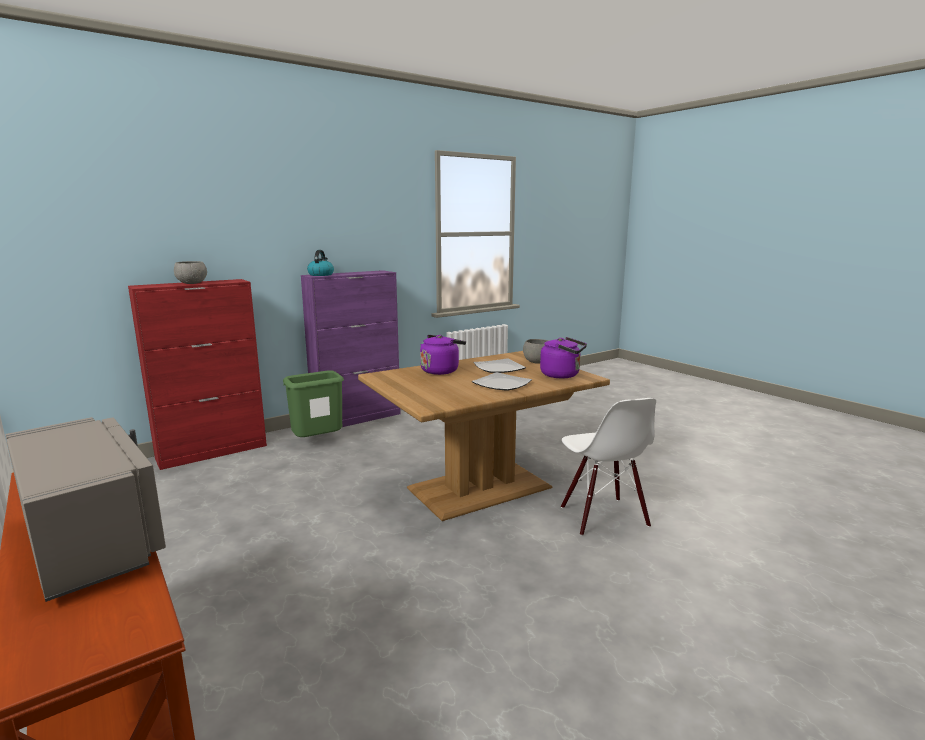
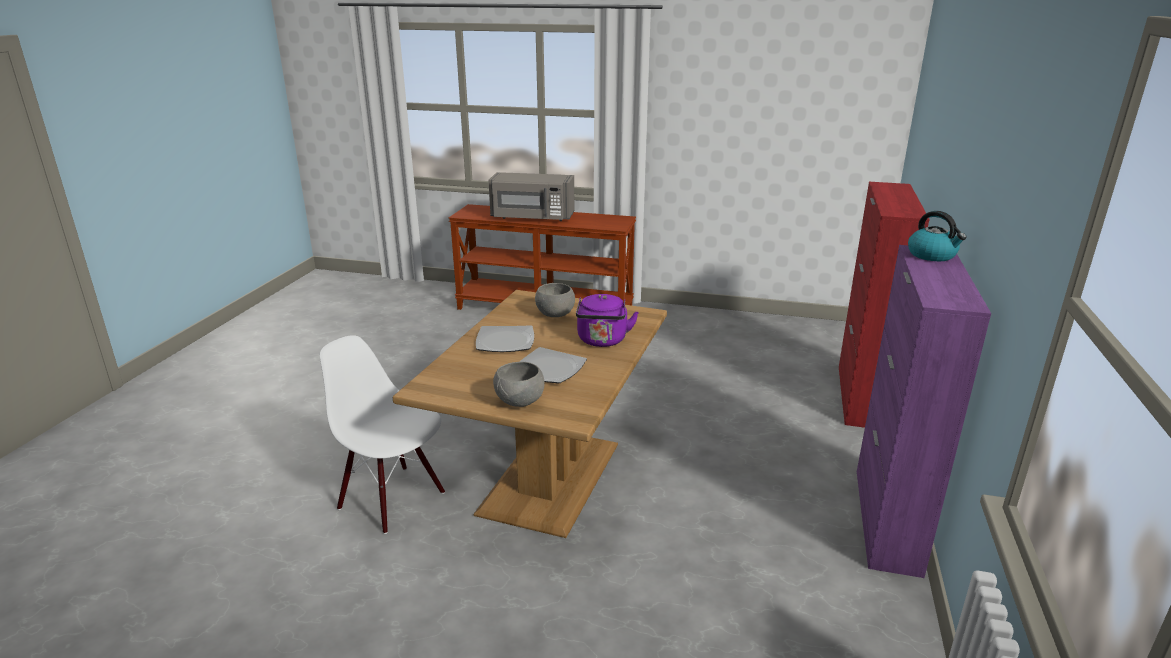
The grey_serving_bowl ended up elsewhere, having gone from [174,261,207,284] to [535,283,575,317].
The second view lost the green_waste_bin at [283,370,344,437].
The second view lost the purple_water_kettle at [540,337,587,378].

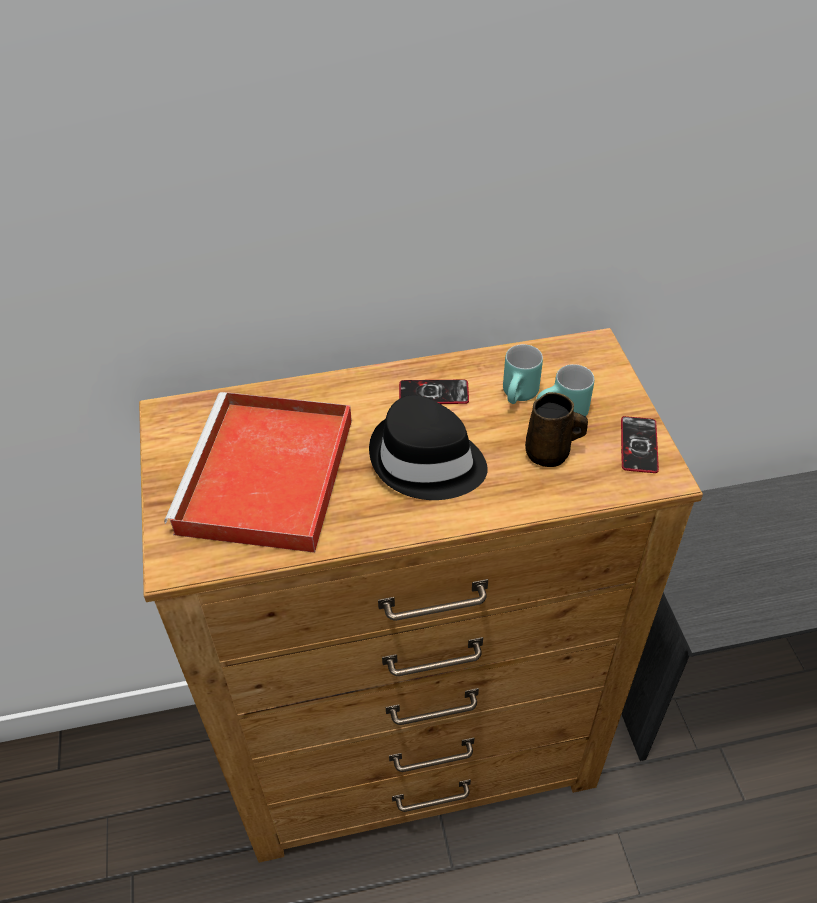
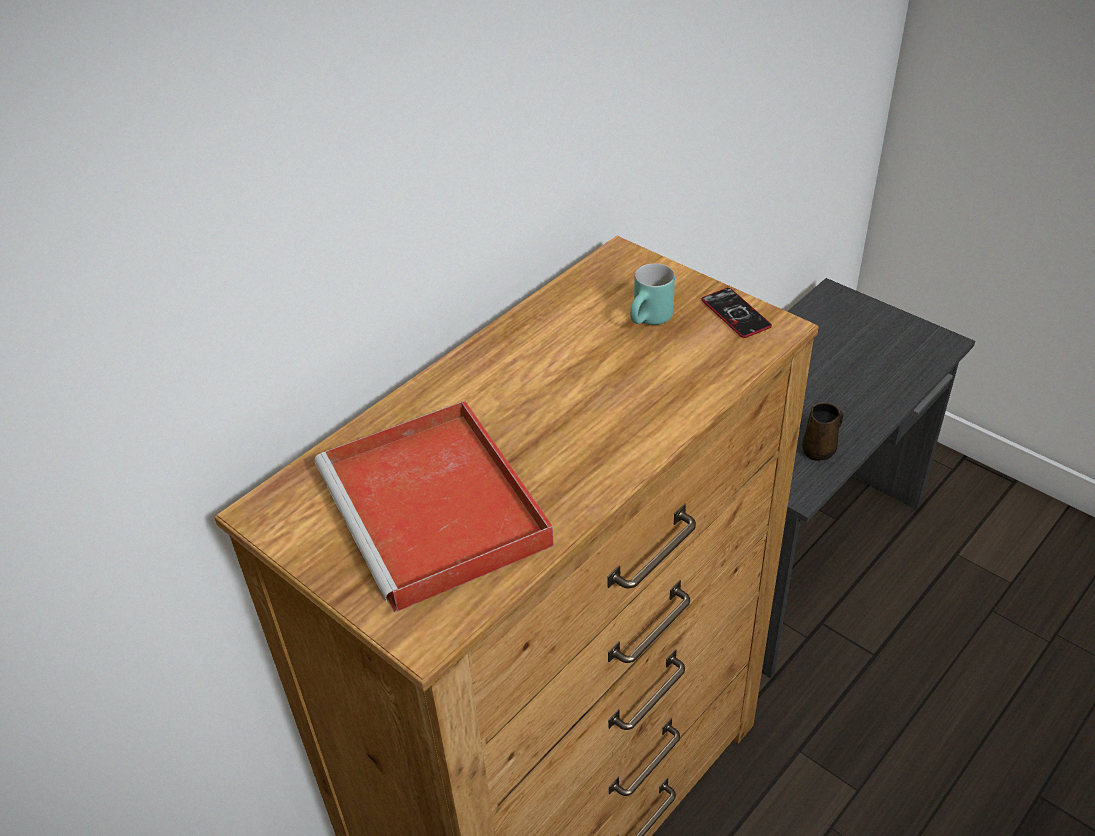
The brown_mug ended up elsewhere, having gone from [525,392,588,467] to [802,402,843,461].
The second view lost the black_clothing_hat at [369,395,488,500].
The second view lost the phone at [399,380,469,404].
The second view lost the turquoise-coloured_mug at [503,344,543,404].

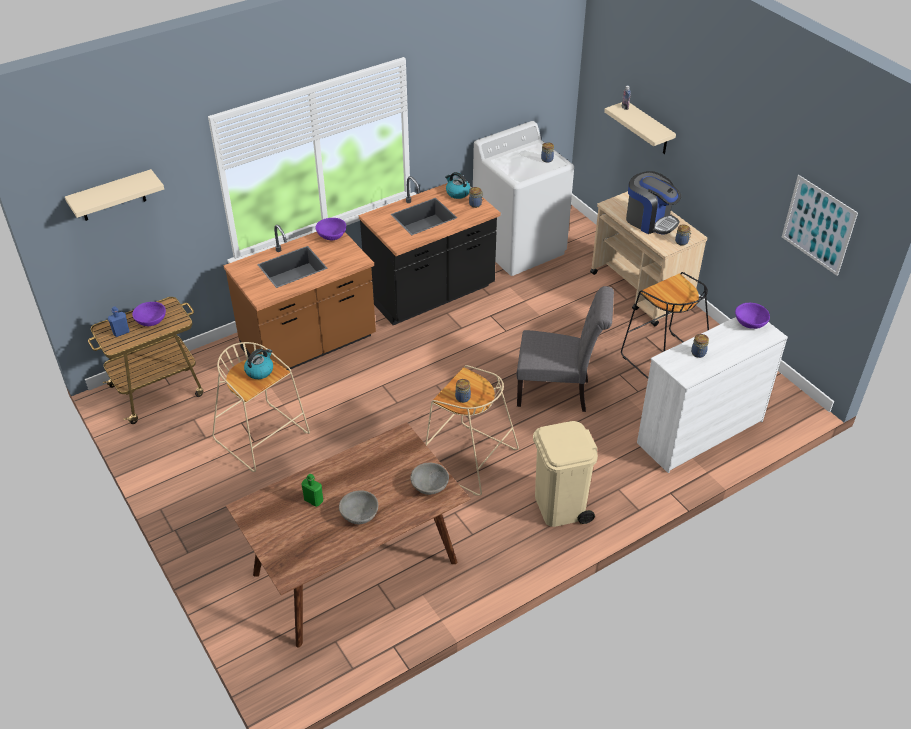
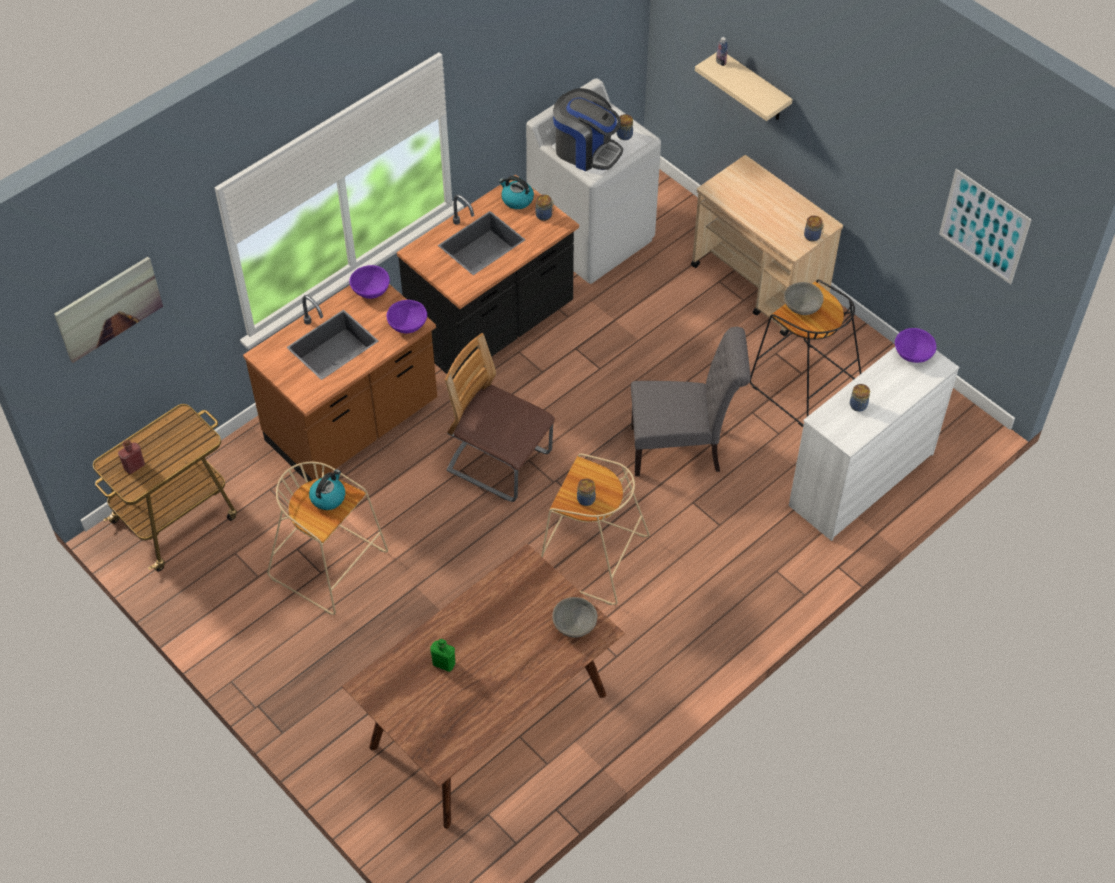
Where the beige_wall_shelf hung at [65,169,164,221], the picture came to hang at [54,257,163,363].
What was the blue_drink_bottle at [108,306,130,337] turned into the red-coloured_drink_bottle at [118,440,145,474].
The purple_serving_bowl ended up elsewhere, having gone from [132,302,166,326] to [387,300,427,333].
The second view gained the chair at [445,333,555,502].
The coffee_maker ended up elsewhere, having gone from [626,171,681,235] to [553,88,623,171].
The grey_serving_bowl ended up elsewhere, having gone from [339,490,378,524] to [784,282,824,315].
The second view lost the beige_waste_bin at [533,421,598,527].

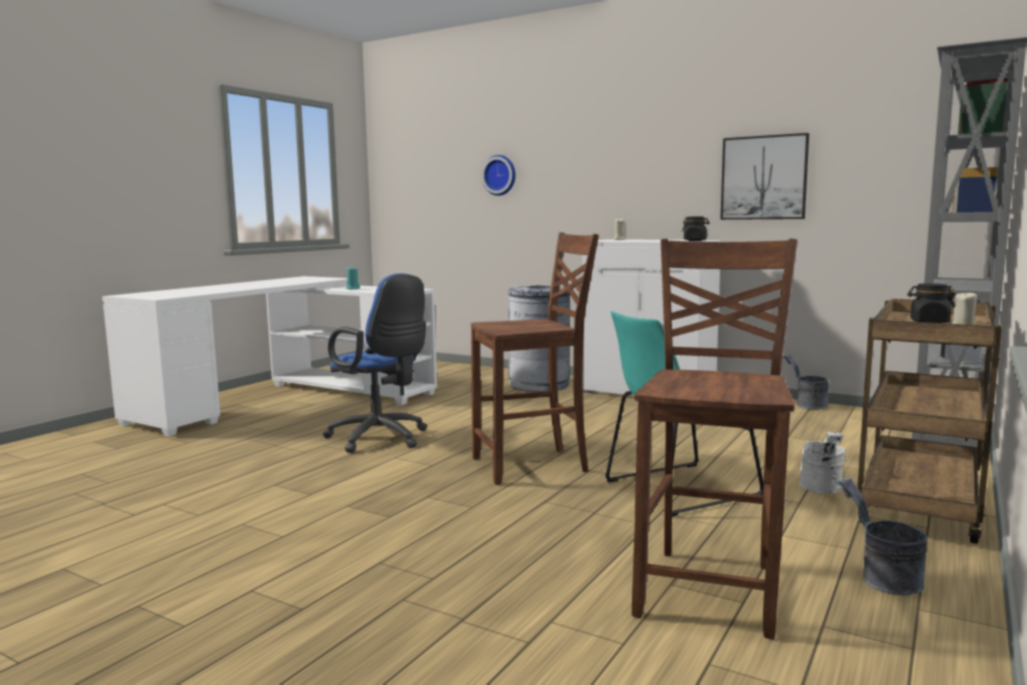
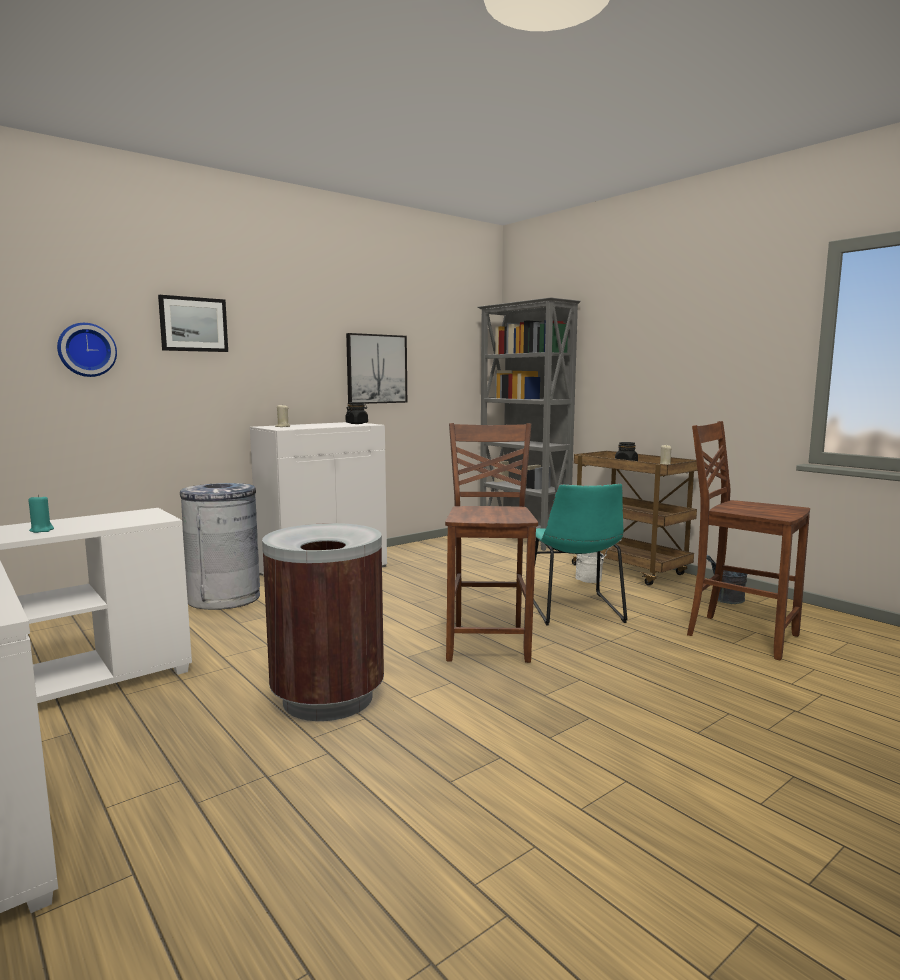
The second view gained the picture at [158,295,228,352].
Where the blue_desk_chair stood at [323,273,427,453], the brown_waste_bin came to stand at [262,523,384,721].
The second view lost the grey_water_bucket at [783,355,829,410].

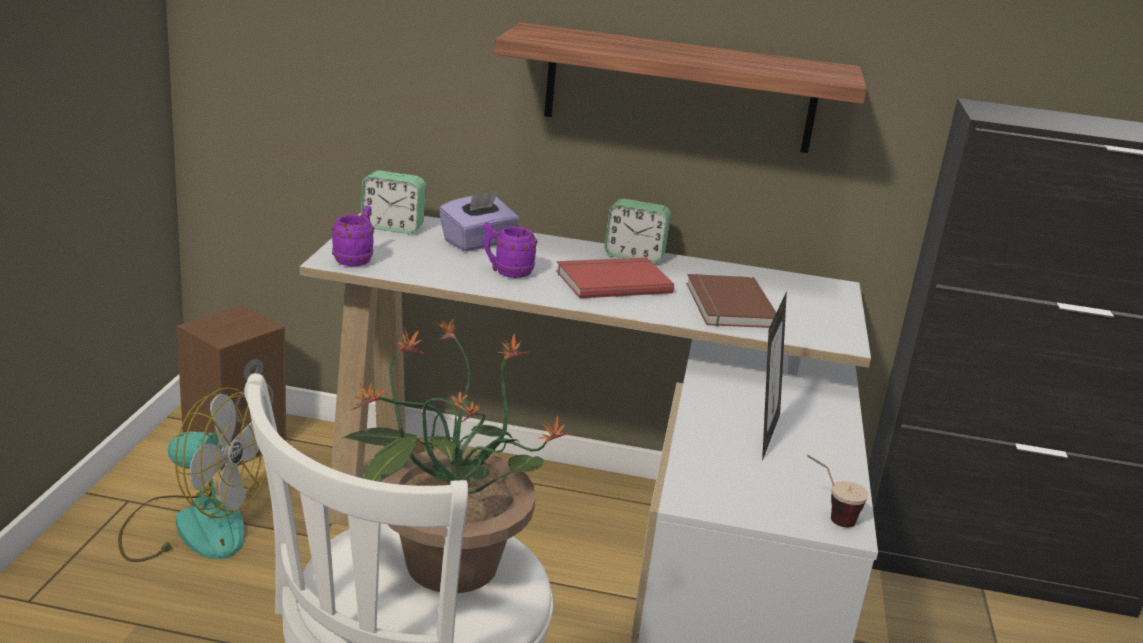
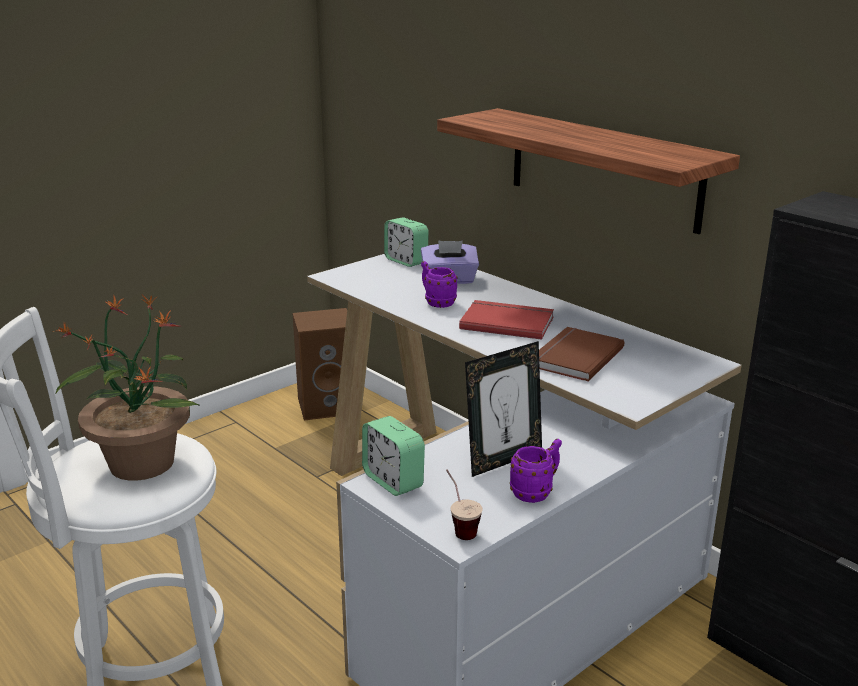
The table_clock ended up elsewhere, having gone from [604,199,671,263] to [362,416,425,496].
The purple_mug ended up elsewhere, having gone from [332,206,375,266] to [510,439,562,503].
The second view lost the fan at [118,387,266,562].

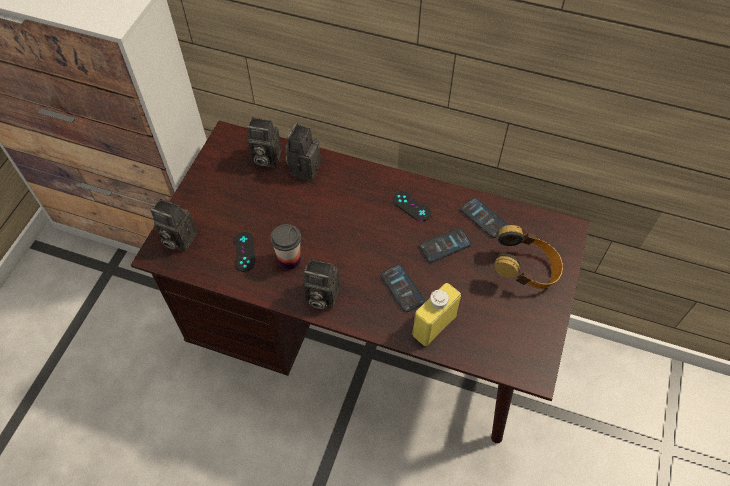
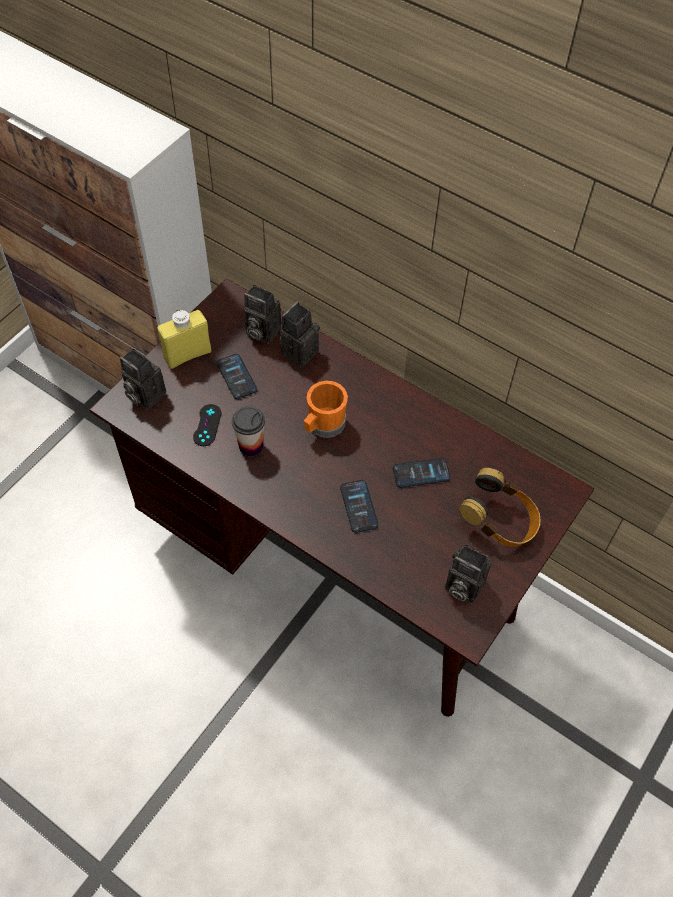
The yellowish_drink_bottle ended up elsewhere, having gone from [413,283,461,346] to [158,310,211,369].
The phone ended up elsewhere, having gone from [460,197,508,238] to [217,354,257,399].
The second view gained the orange-coloured_mug at [304,381,348,438].
The still_camera ended up elsewhere, having gone from [303,259,340,310] to [445,544,492,604].
The second view lost the black_joypad at [393,191,431,221].

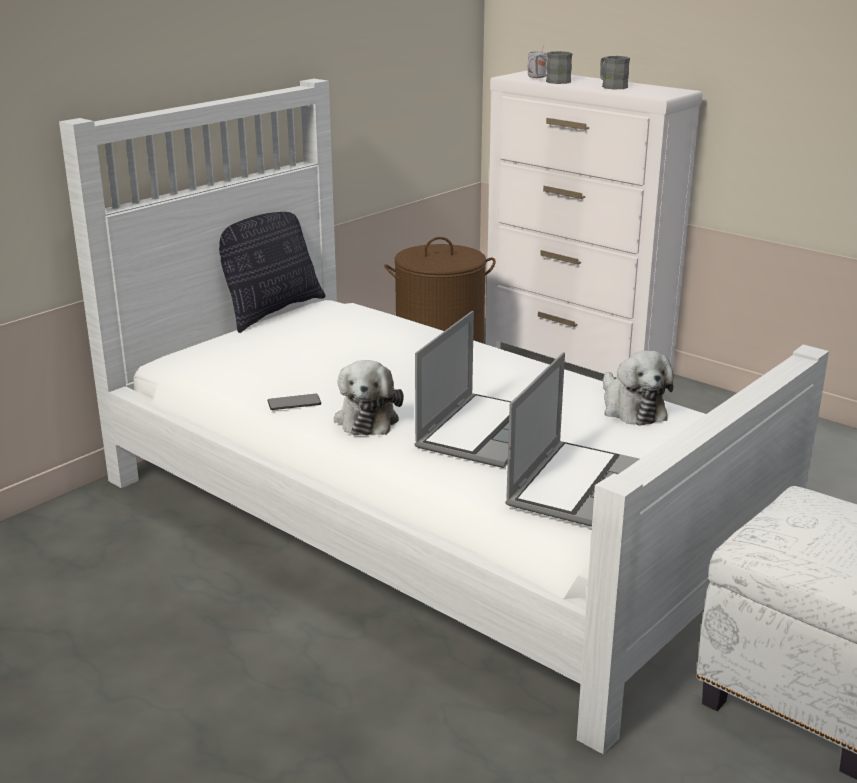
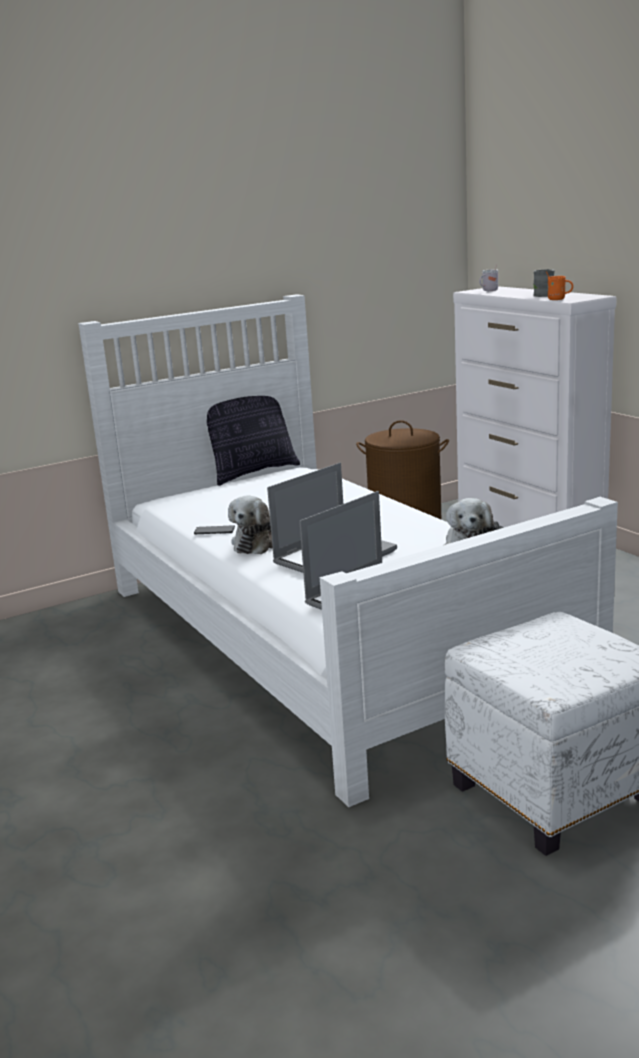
The second view gained the orange-coloured_mug at [546,271,573,300].
The second view lost the grey_mug at [535,51,573,84].

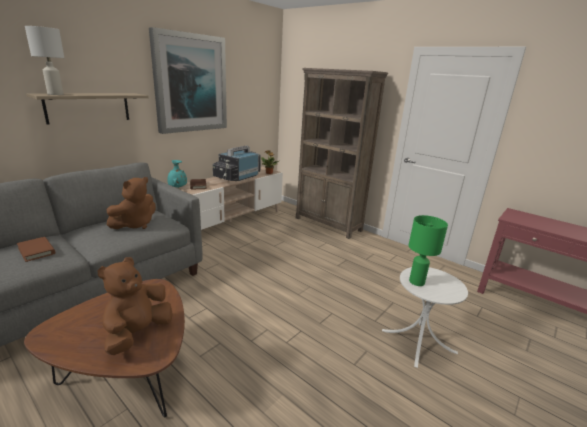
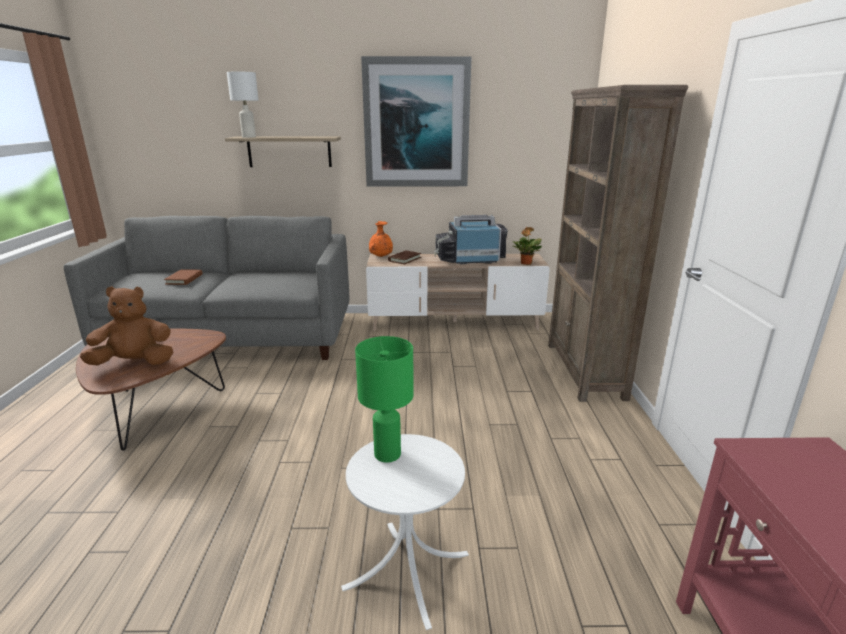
What was the turquoise-coloured_decorative_vase at [167,160,187,188] turned into the orange-coloured_decorative_vase at [369,221,393,257].
The second view lost the brown_plush_toy at [107,177,156,229].

